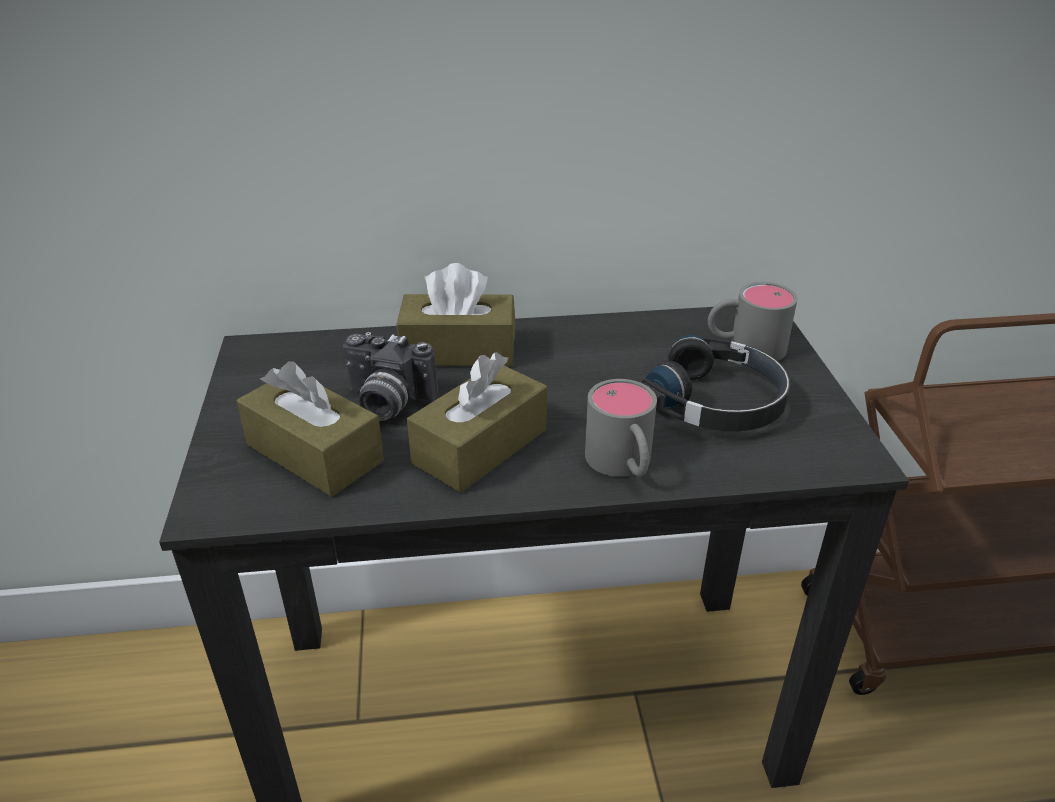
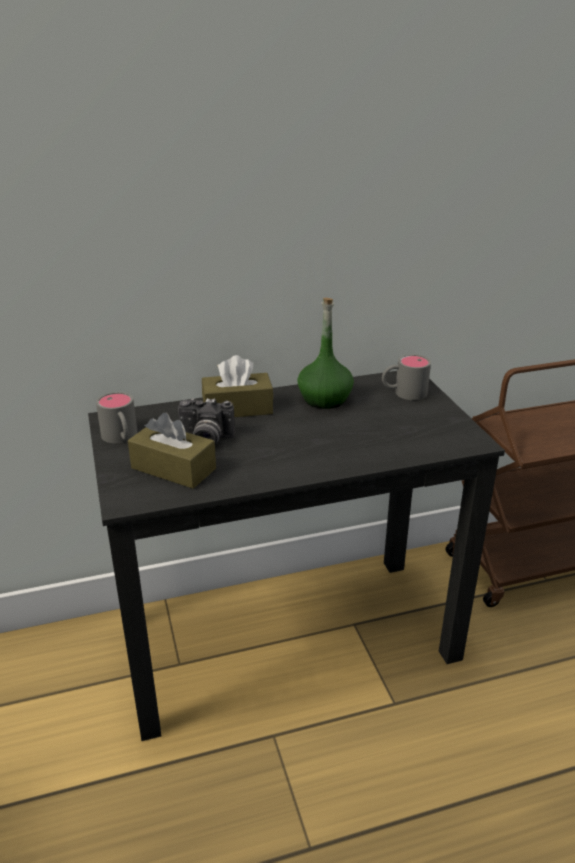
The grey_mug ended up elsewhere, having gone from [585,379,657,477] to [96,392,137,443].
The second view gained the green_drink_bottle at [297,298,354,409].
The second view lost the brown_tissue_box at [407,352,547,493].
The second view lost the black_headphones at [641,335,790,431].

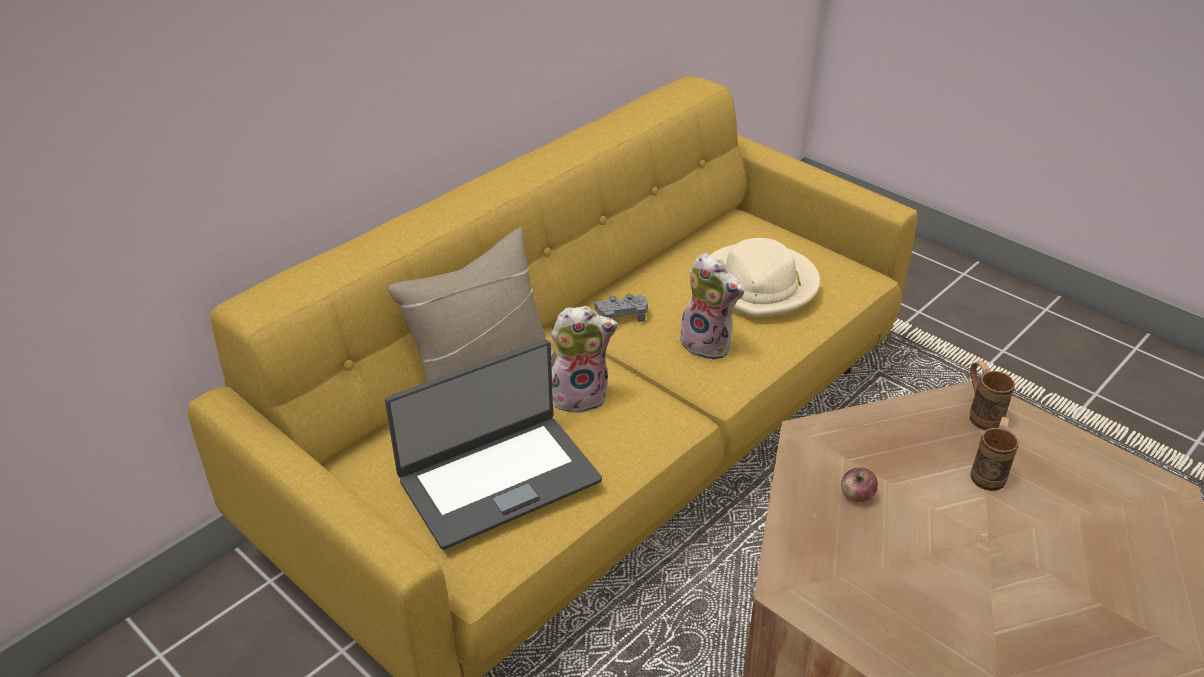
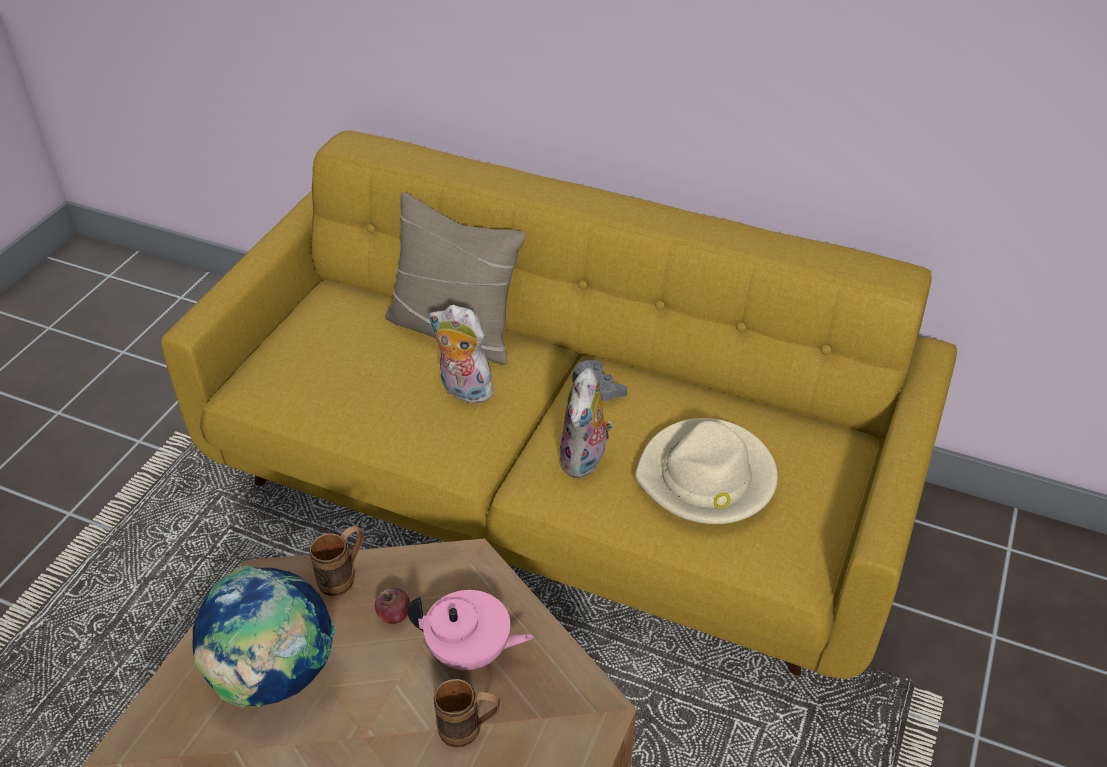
The second view gained the desk_globe at [193,565,336,708].
The brown_mug ended up elsewhere, having gone from [970,361,1015,430] to [310,526,364,596].
The second view gained the pink-coloured_tea_pot at [408,590,534,671].
The plush_toy at [551,306,618,413] ended up facing another way, 150 degrees clockwise from before.
The second view lost the laptop at [385,340,602,550].

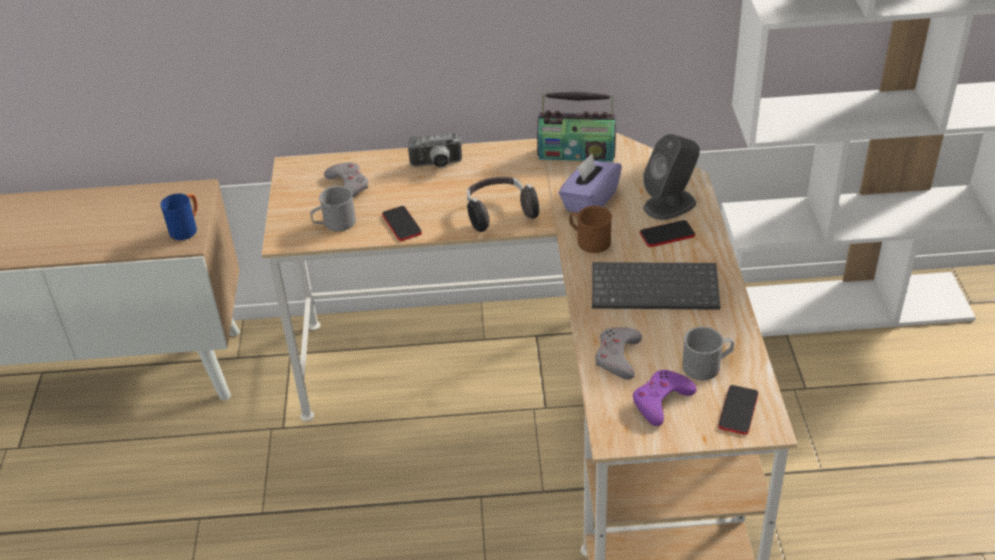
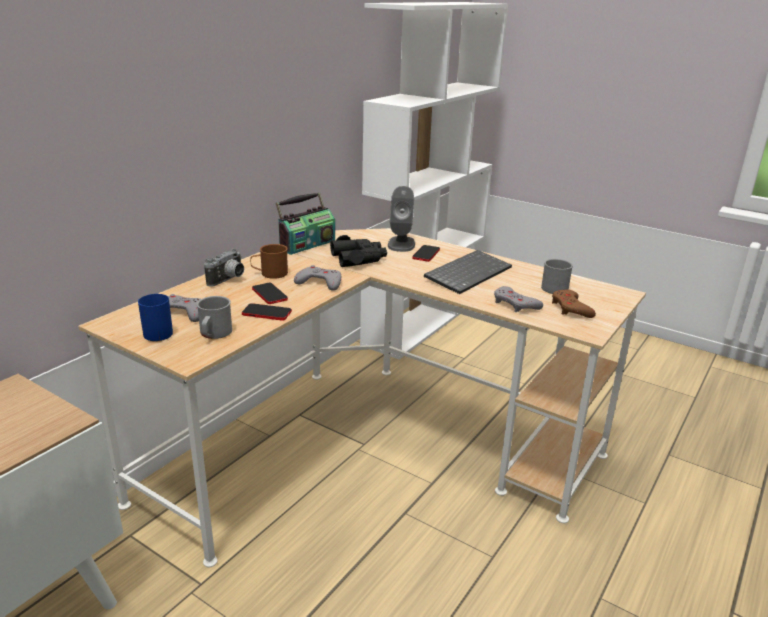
The blue_mug ended up elsewhere, having gone from [160,193,197,240] to [138,294,173,341].
The brown_mug ended up elsewhere, having gone from [569,206,612,253] to [250,244,288,279].
The phone ended up elsewhere, having gone from [718,385,758,435] to [252,282,288,304].
Where the headphones stood at [467,177,539,232], the grey_joypad came to stand at [294,265,341,291].
Where the purple_tissue_box stood at [559,154,622,213], the black_binoculars came to stand at [330,235,387,267].
What was the purple_joypad at [633,370,697,426] turned into the brown_joypad at [552,290,596,318].

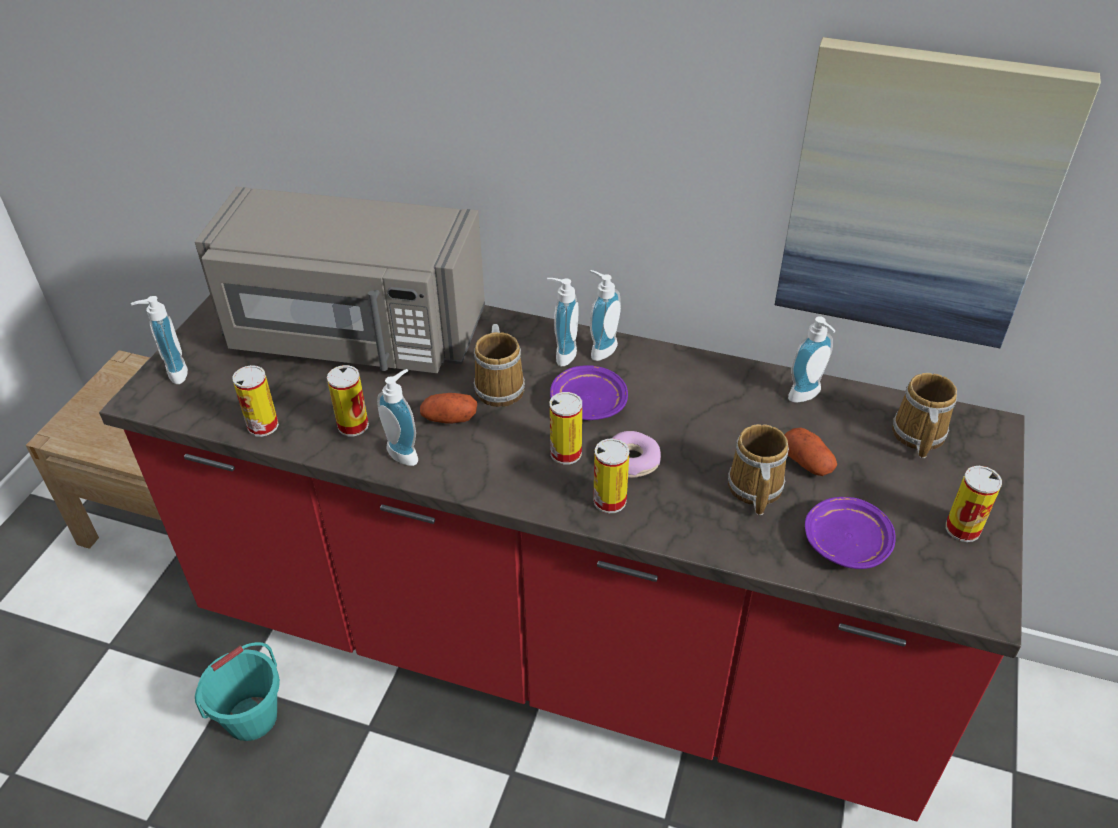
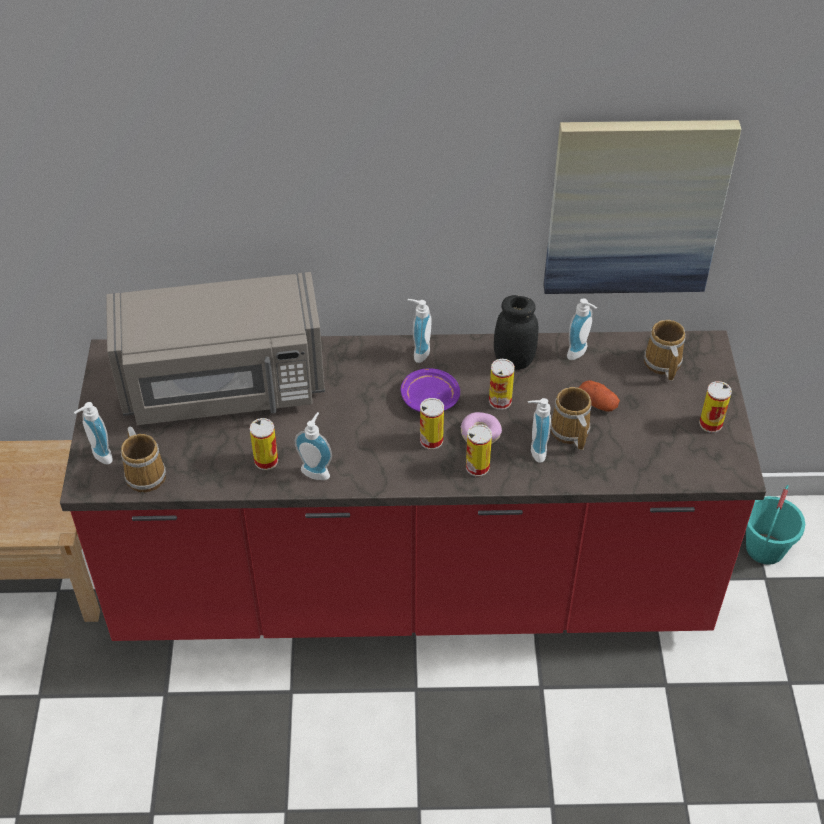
The mug ended up elsewhere, having gone from [474,324,525,407] to [121,427,166,492].
The sealed_can ended up elsewhere, having gone from [232,365,279,437] to [489,359,515,410].
The second view gained the black_storage_jar at [494,295,539,370].
The liquid_soap_bottle ended up elsewhere, having gone from [547,278,579,366] to [528,398,551,463].
The turquoise-coloured_water_bucket ended up elsewhere, having gone from [195,642,280,741] to [746,485,805,565].
The second view lost the spud at [420,393,477,424].
The second view lost the purple_plate at [805,497,896,569].

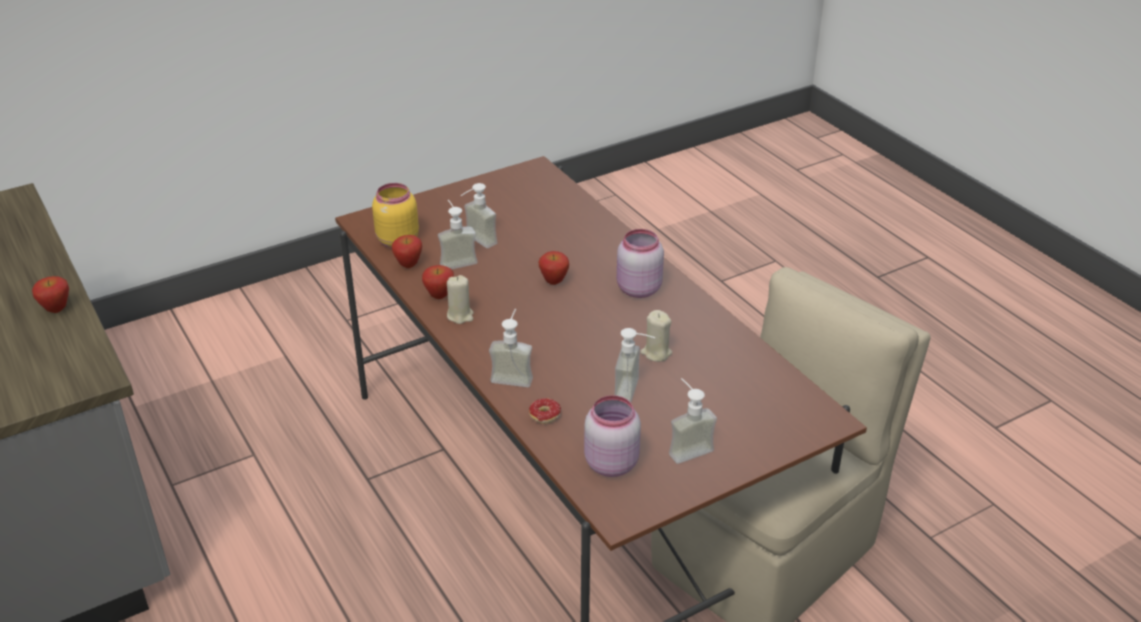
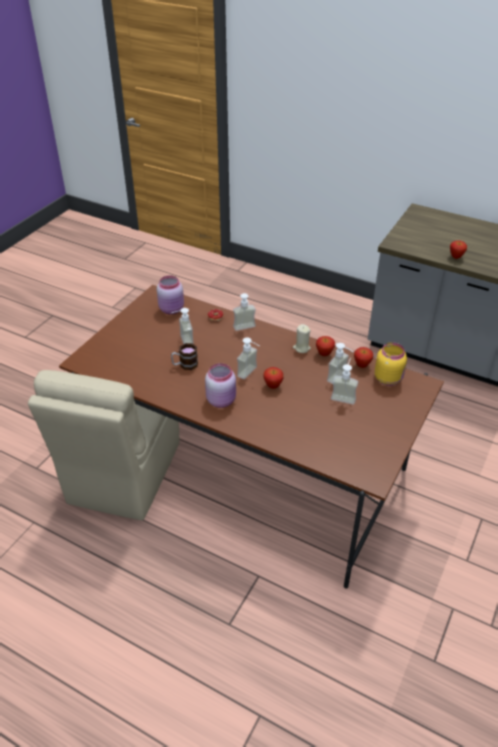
Where the beige_wax_light stood at [640,310,672,362], the mug came to stand at [171,343,198,370].
The liquid_soap_bottle ended up elsewhere, having gone from [669,378,717,464] to [237,337,260,379].

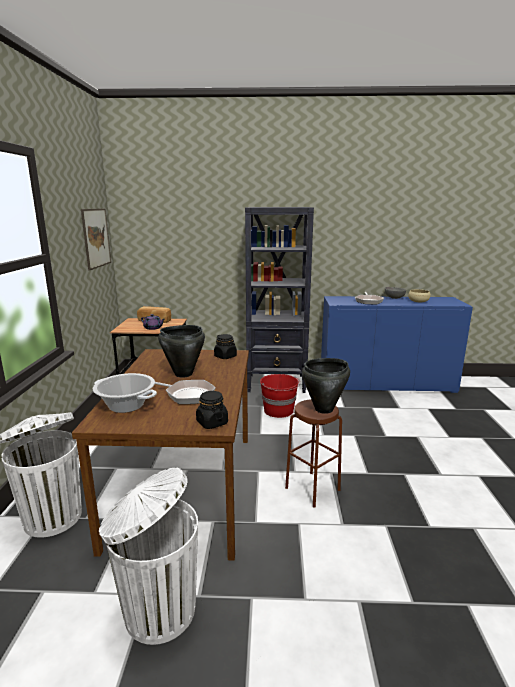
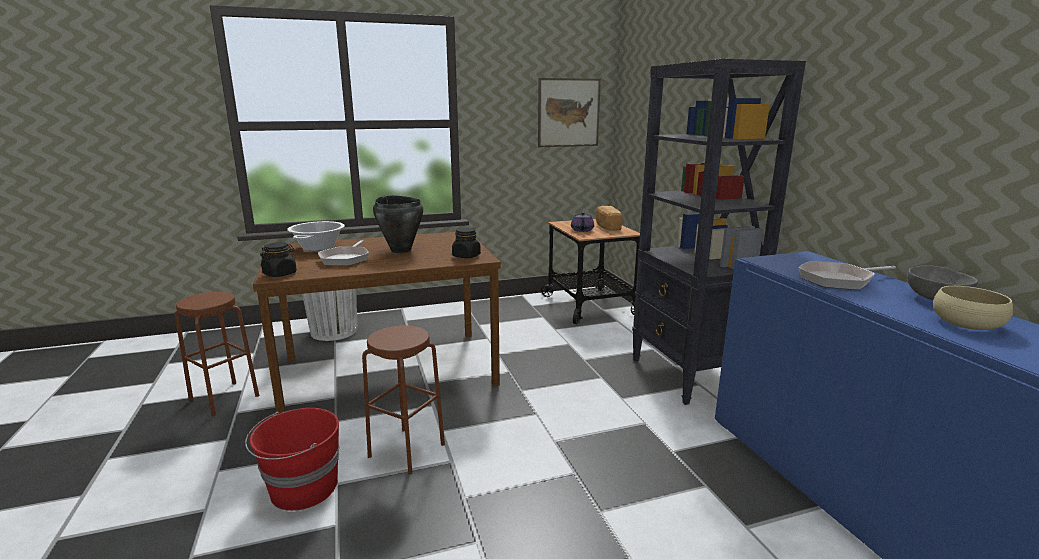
Where the white-coloured_waste_bin stood at [99,468,198,645], the brown_stool came to stand at [175,292,259,416].
The red-coloured_water_bucket ended up elsewhere, having gone from [260,374,300,418] to [245,408,339,511].
The second view lost the black_cooking_pot at [302,358,350,414].

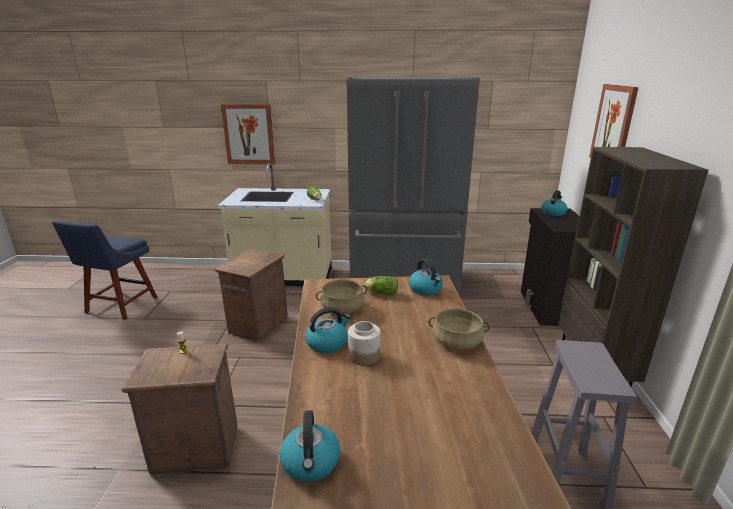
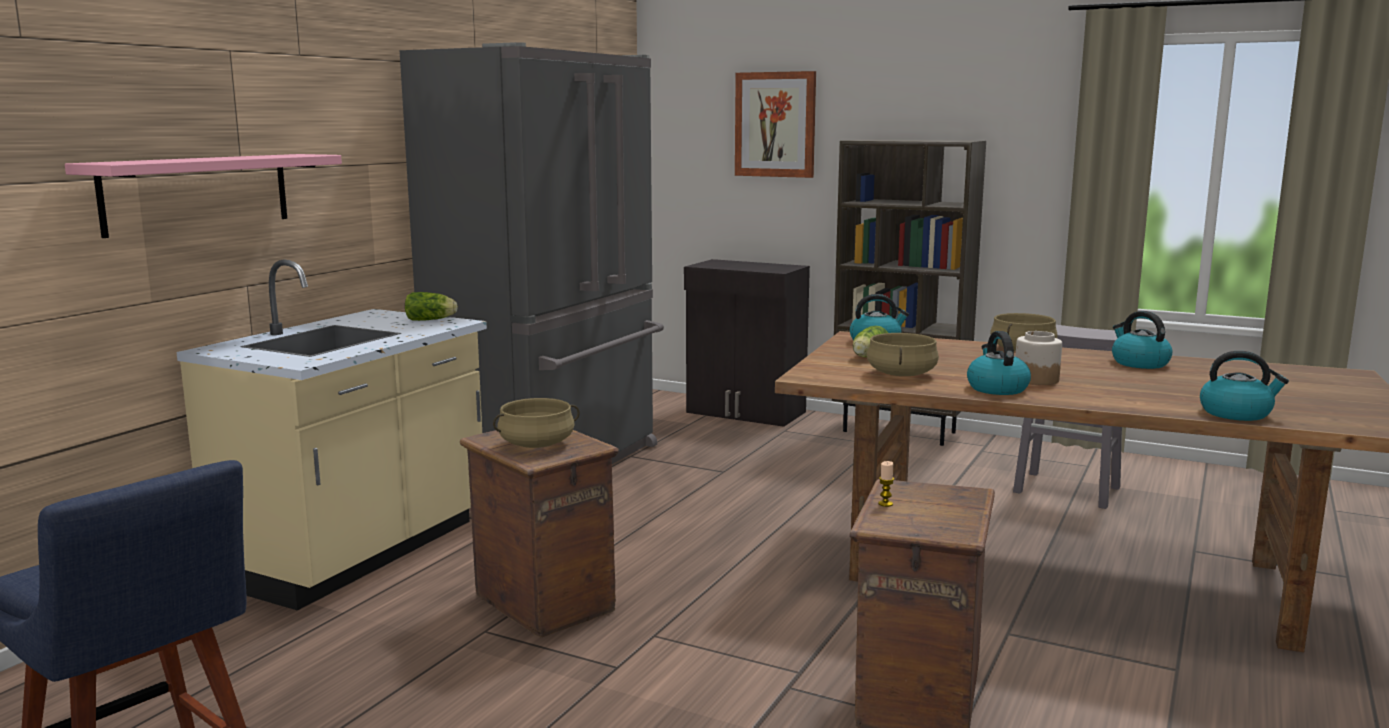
Where the picture hung at [221,104,275,164], the pink-coloured_wall_shelf came to hang at [65,154,342,238].
The second view gained the beige_cooking_pot at [493,398,580,448].
The water_kettle ended up elsewhere, having gone from [542,190,568,216] to [1112,311,1172,369].

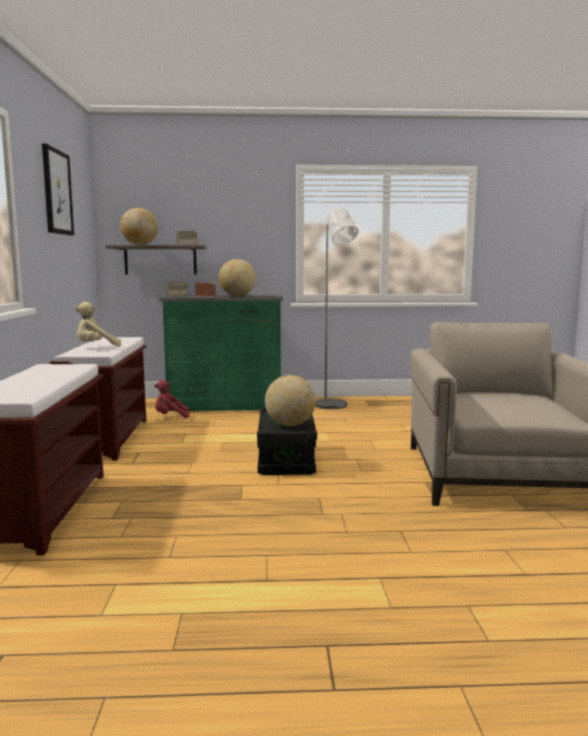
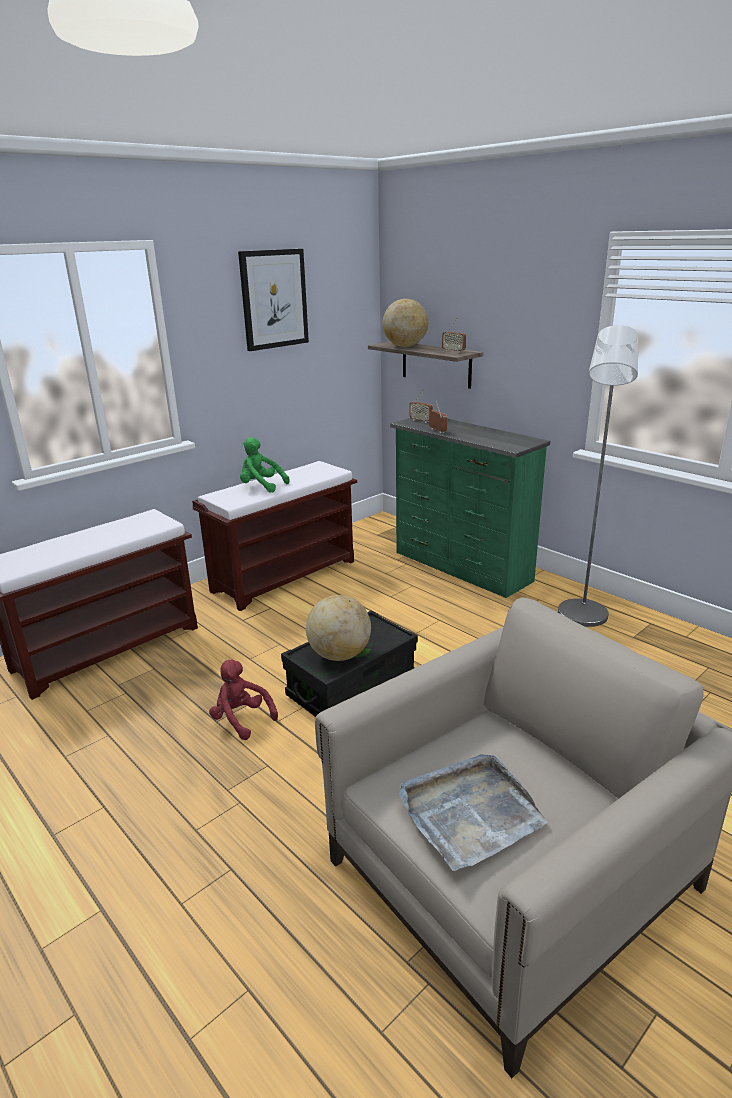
The red-coloured_plush_toy ended up elsewhere, having gone from [155,380,189,418] to [209,660,278,740].
What was the beige_plush_toy at [75,302,121,347] turned into the green_plush_toy at [240,437,289,492].
The second view gained the grey_tray at [398,754,548,871].
The second view lost the desk_globe at [219,259,256,296].

